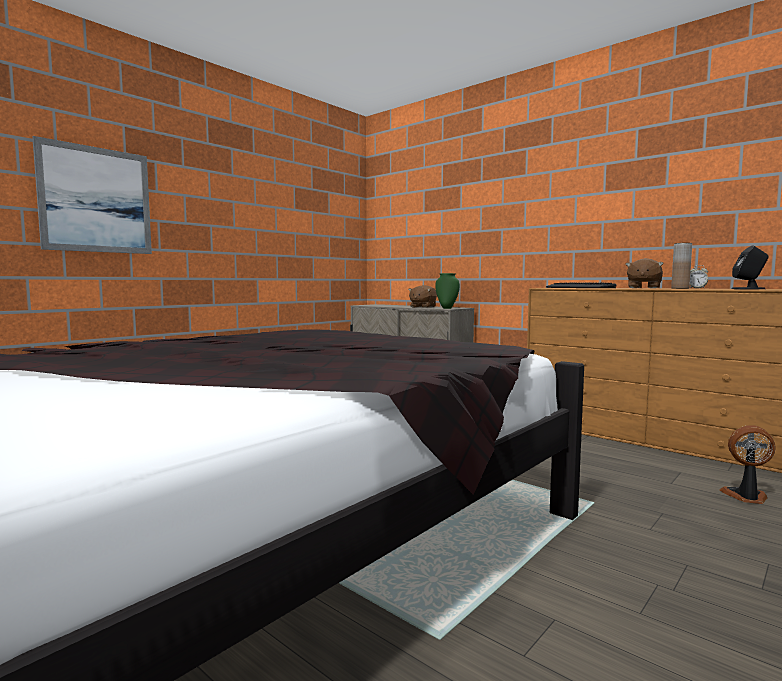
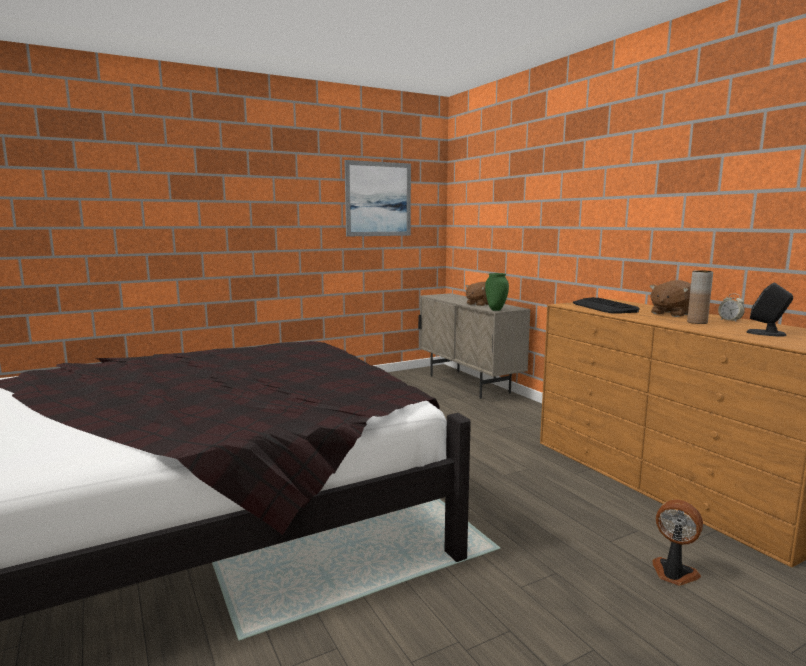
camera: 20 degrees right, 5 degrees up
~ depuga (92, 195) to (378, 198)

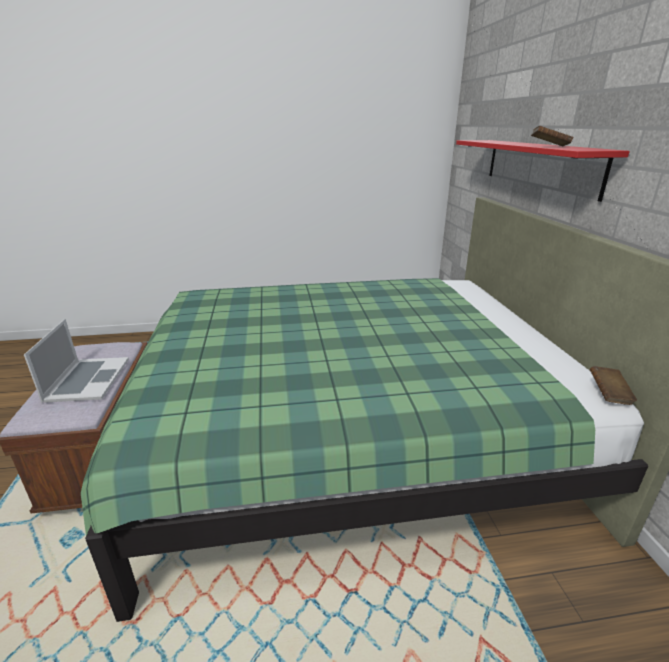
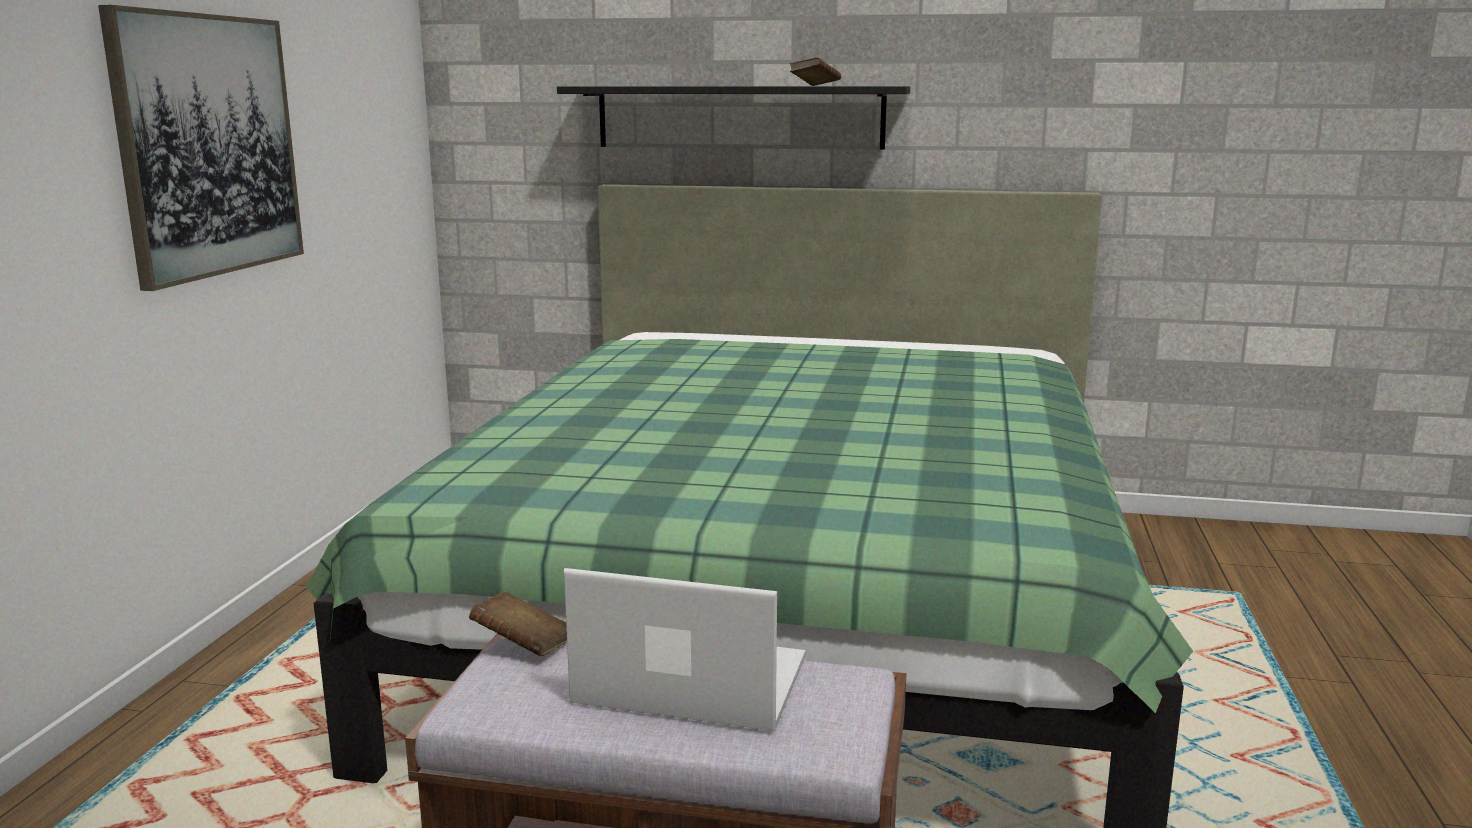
camera: 70 degrees left, 10 degrees down
+ depuga (201, 148)
~ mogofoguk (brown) (613, 385) to (518, 624)
~ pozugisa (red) (543, 171) to pozugisa (black) (733, 118)

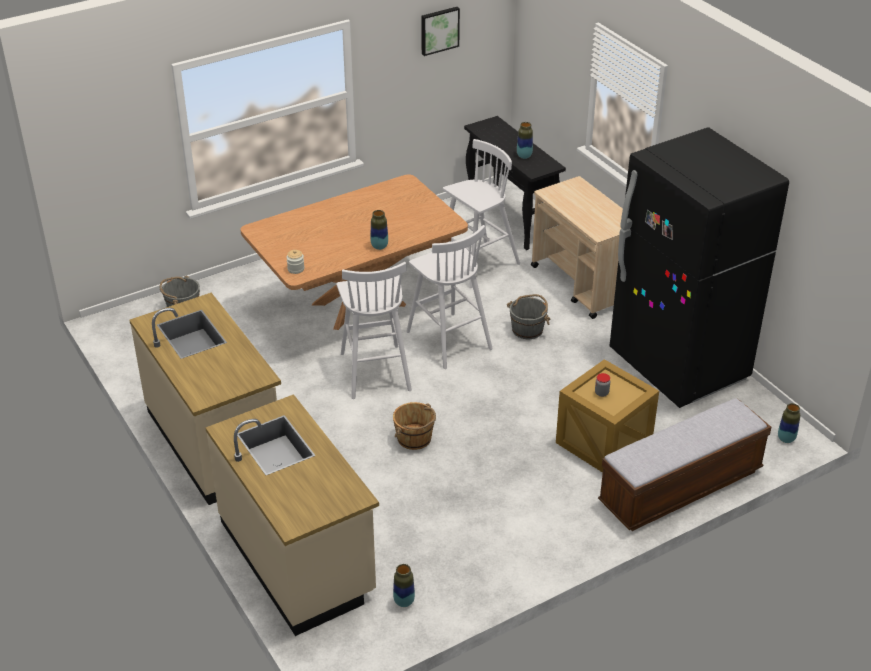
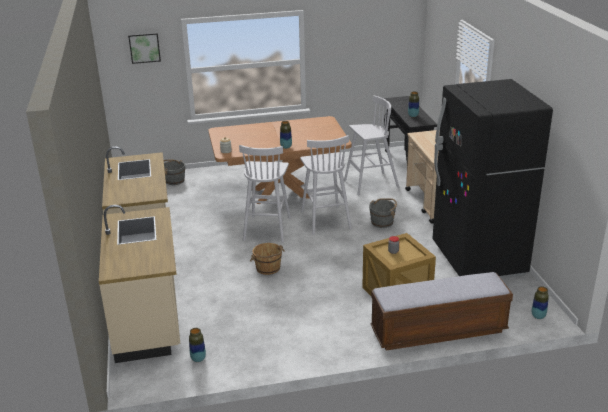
camera: 20 degrees right, 10 degrees down
~ depuga (440, 31) to (144, 48)

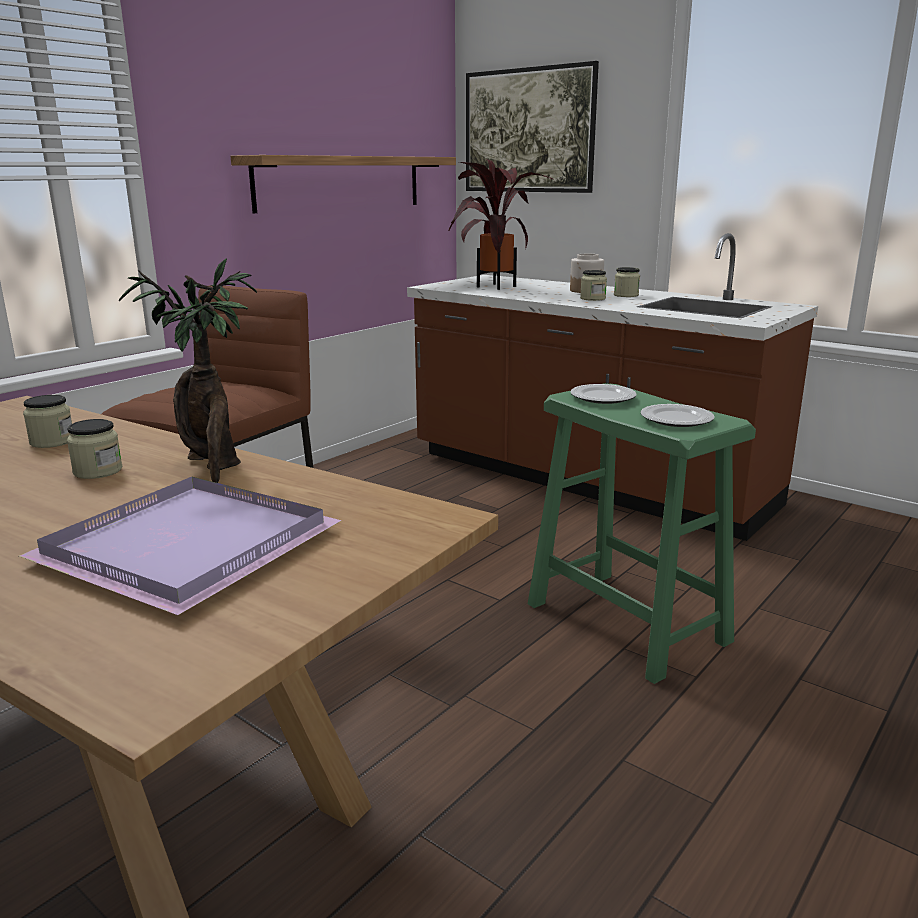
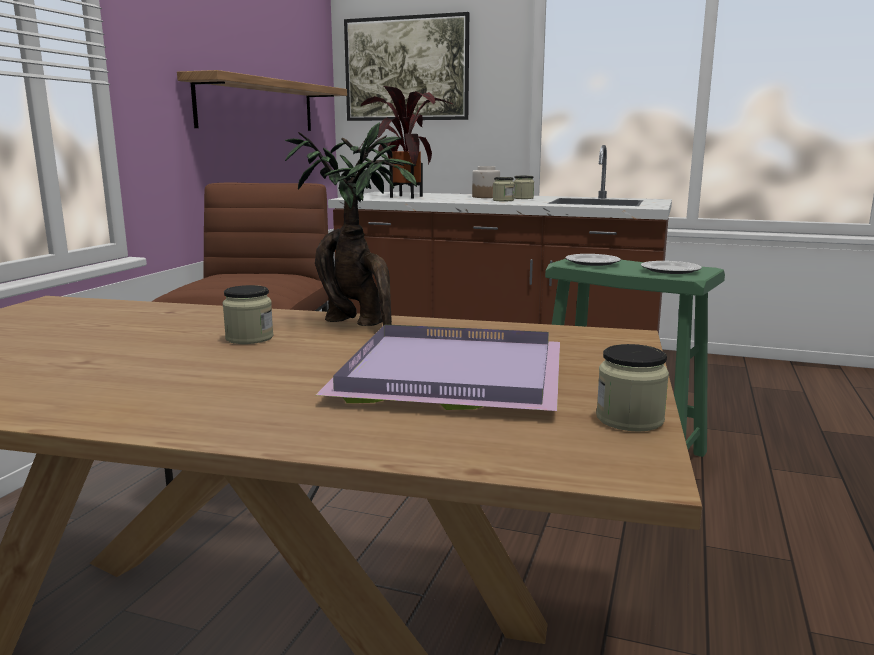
camera: 20 degrees left, 5 degrees down
~ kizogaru (47, 421) to (632, 388)

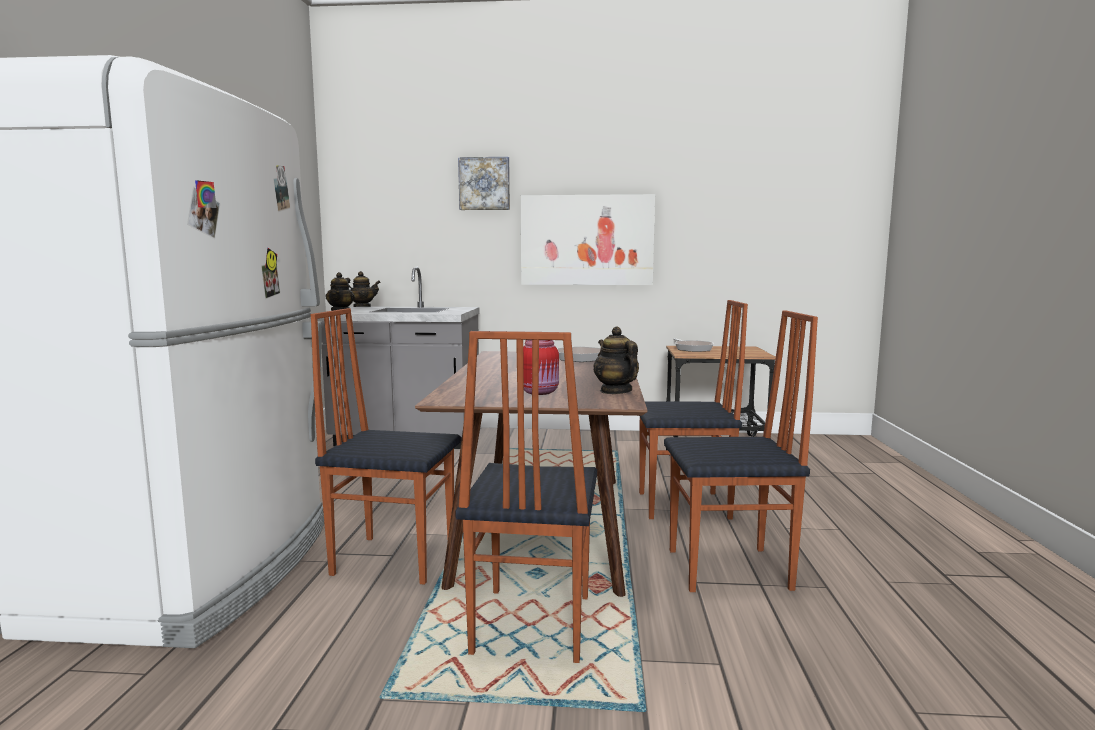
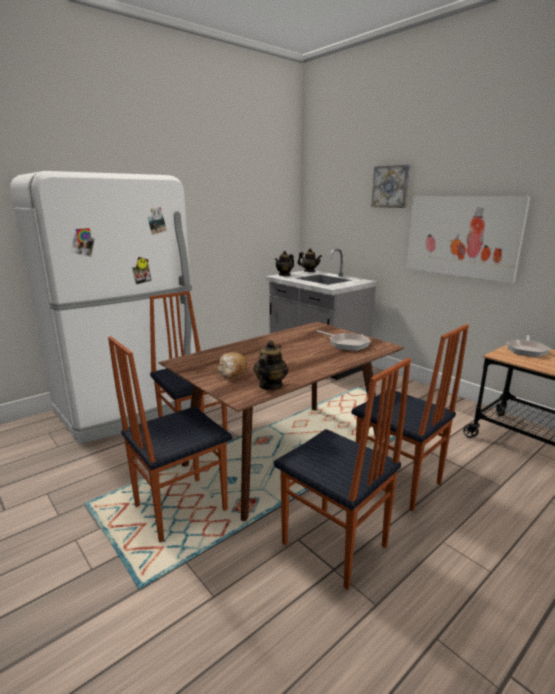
camera: 45 degrees right, 10 degrees up
~ kizogaru (red) (541, 367) to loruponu (232, 365)

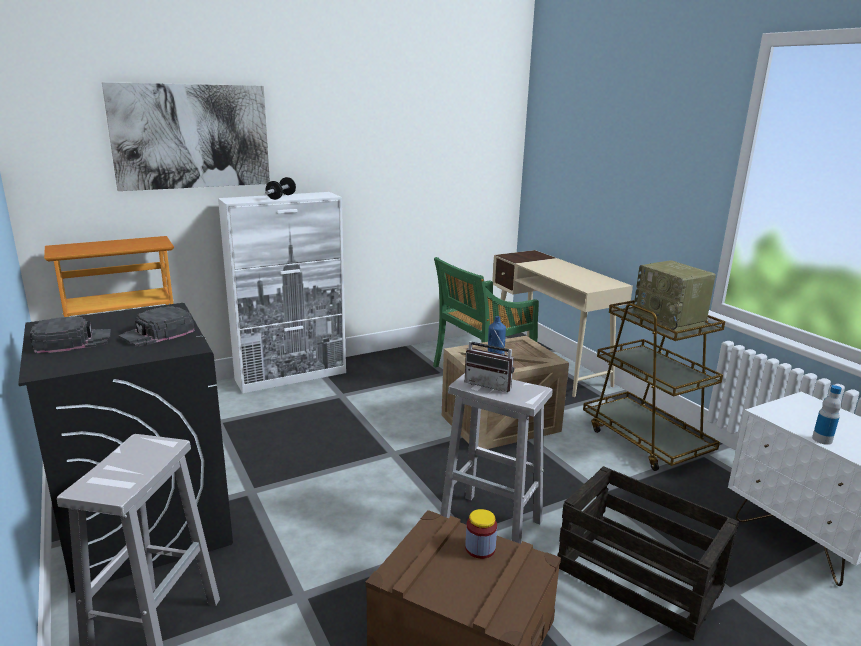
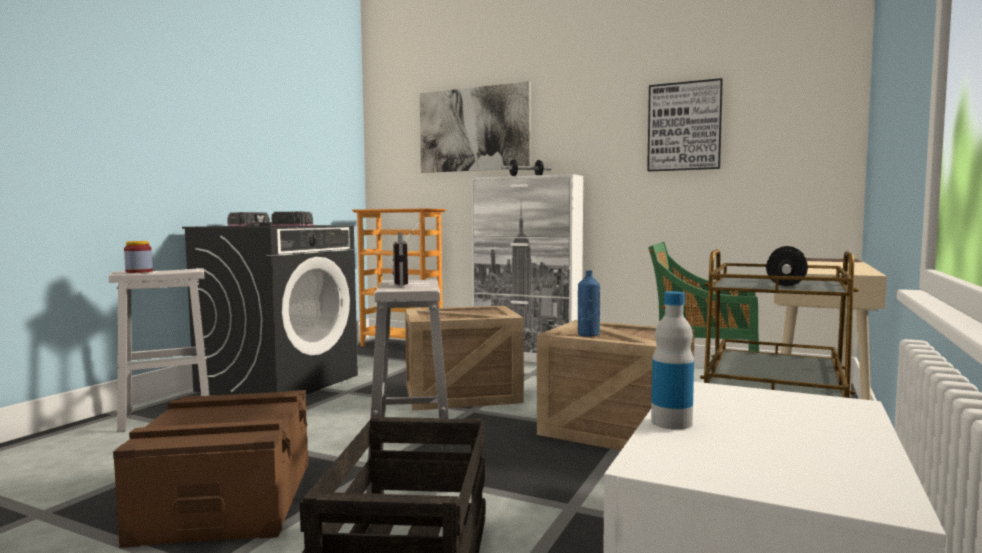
camera: 55 degrees right, 15 degrees down
+ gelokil (464, 358)
+ depuga (685, 124)
~ kizogaru (481, 534) to (138, 257)
~ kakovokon (674, 295) to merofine (787, 266)

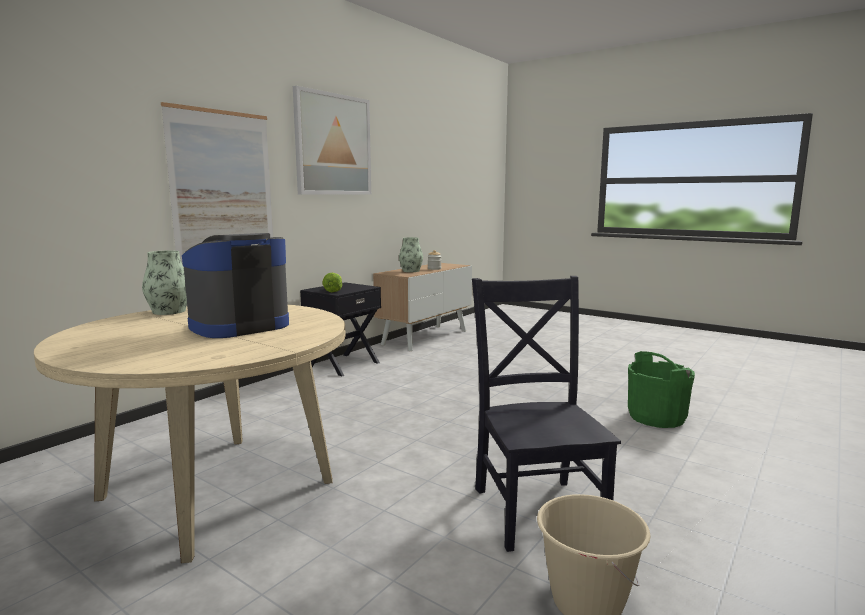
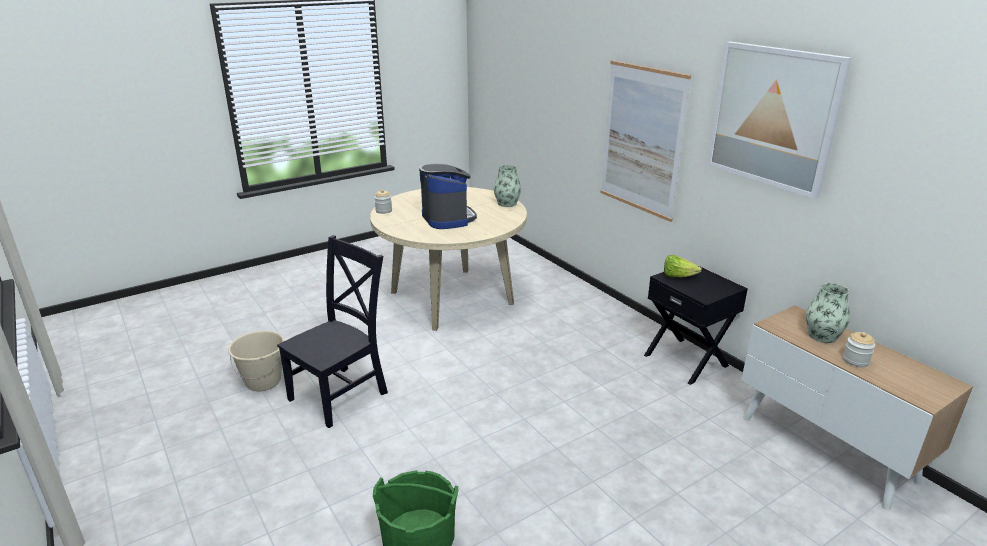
camera: 110 degrees right, 15 degrees up
+ kizogaru (383, 201)
~ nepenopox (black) (546, 414) = (332, 331) 60 degrees counterclockwise

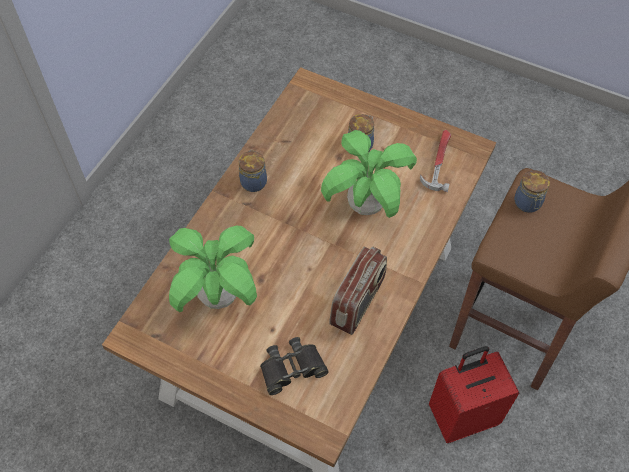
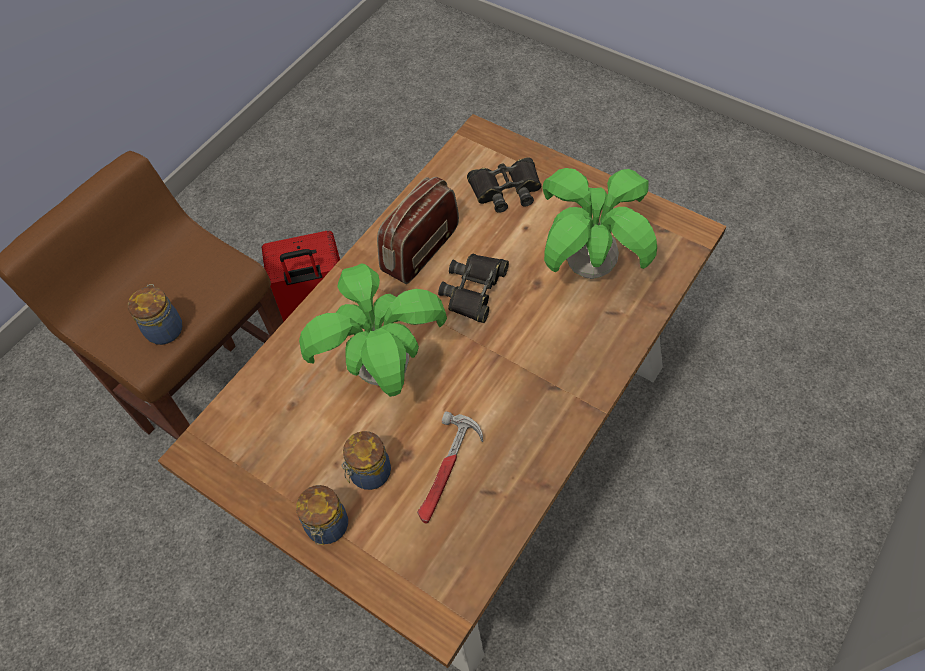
camera: 170 degrees left, 0 degrees up
+ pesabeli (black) (473, 288)
~ kizogaru (253, 171) to (322, 515)
~ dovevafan (435, 161) to (450, 467)

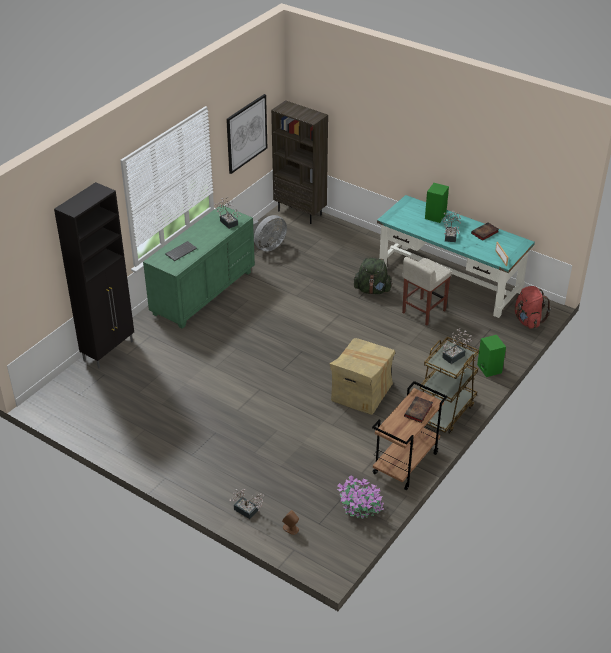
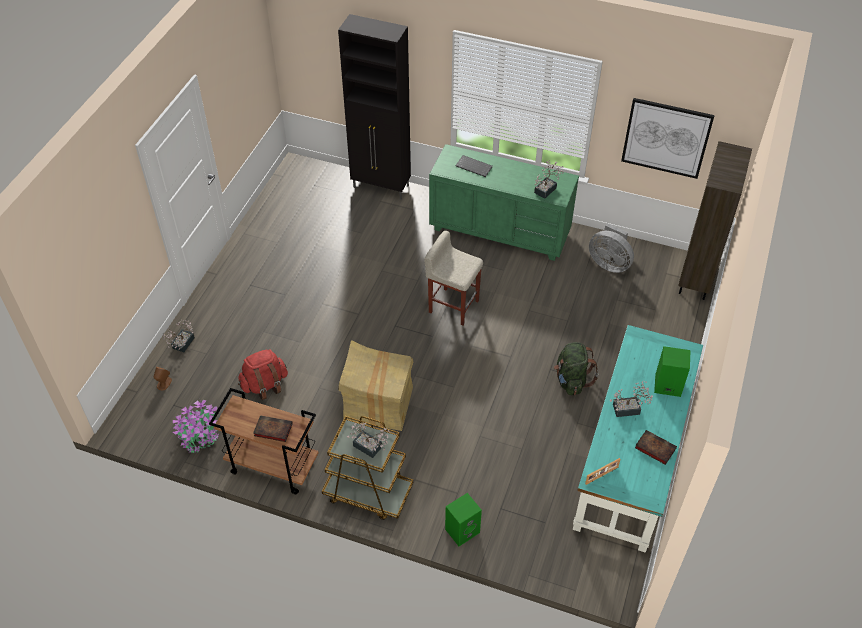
camera: 75 degrees right, 10 degrees up
~ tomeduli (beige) (427, 291) to (453, 278)
~ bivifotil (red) (533, 307) to (263, 374)

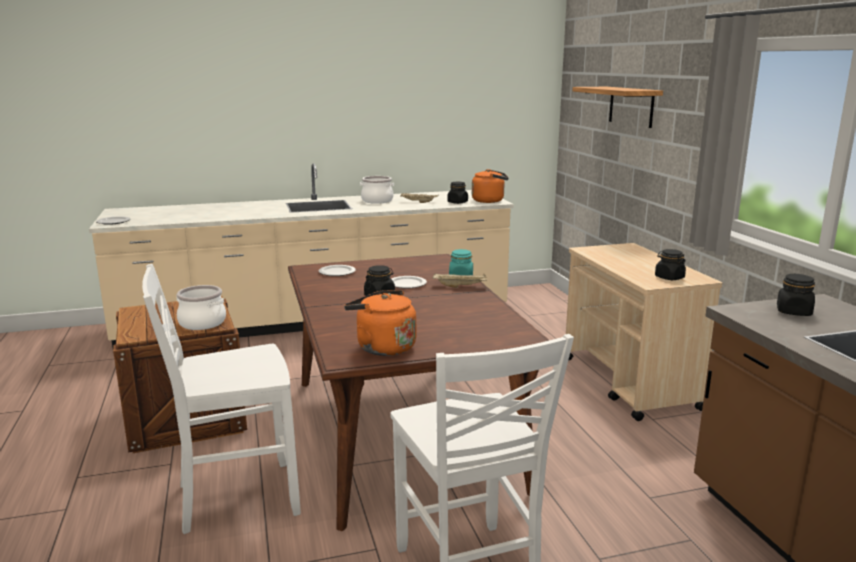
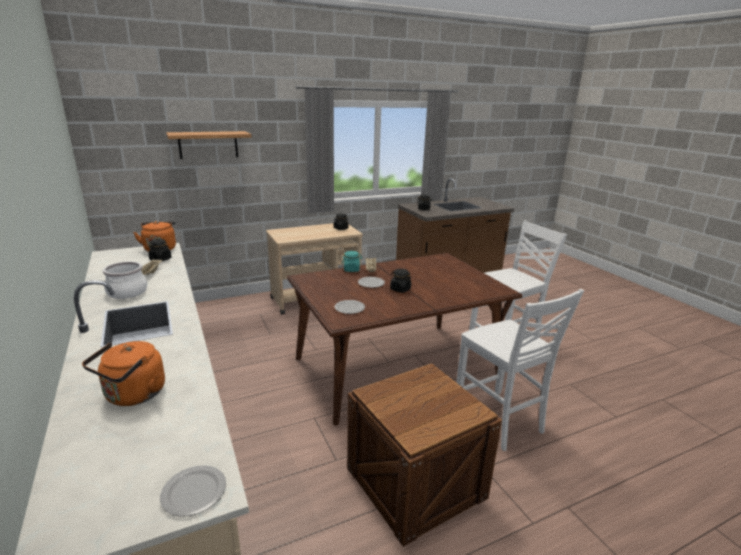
camera: 100 degrees left, 5 degrees up
- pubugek (201, 307)
~ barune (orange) (380, 323) to (123, 373)

